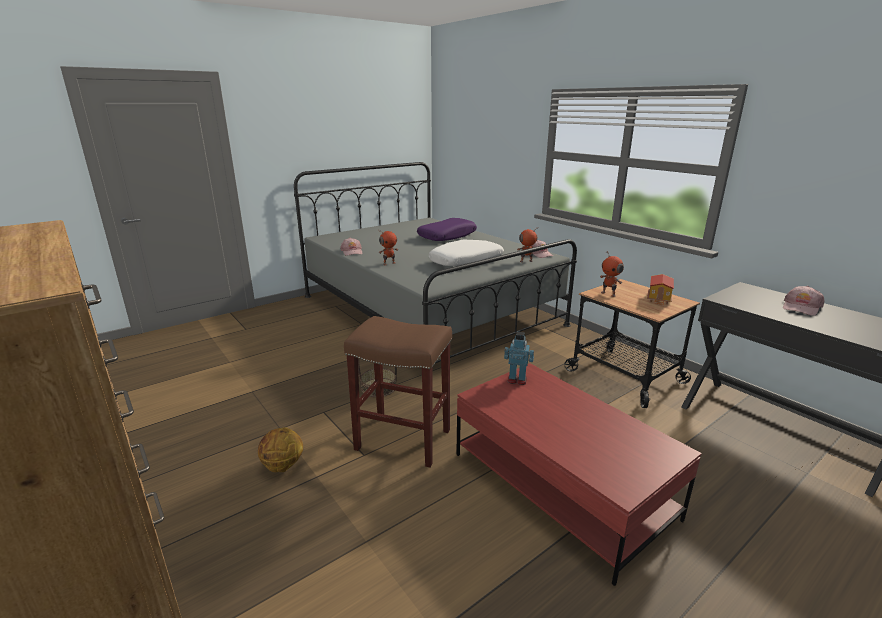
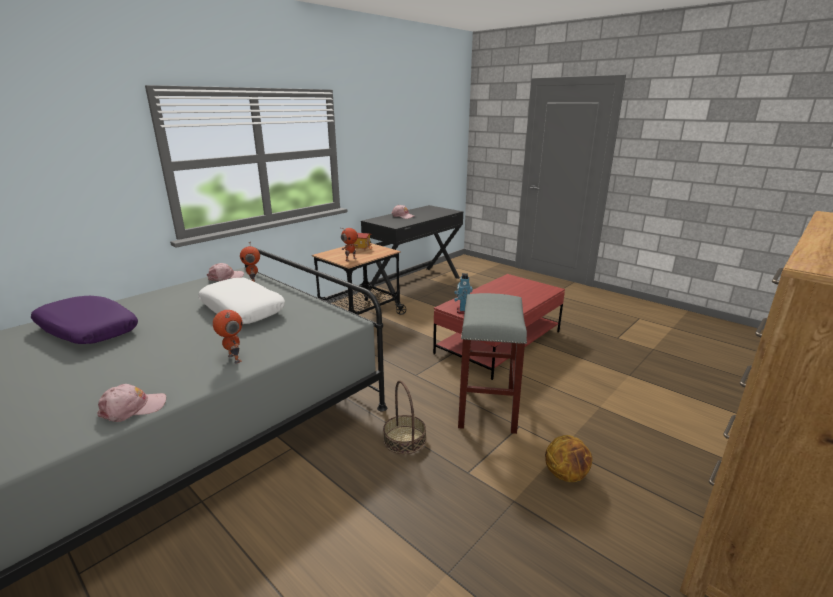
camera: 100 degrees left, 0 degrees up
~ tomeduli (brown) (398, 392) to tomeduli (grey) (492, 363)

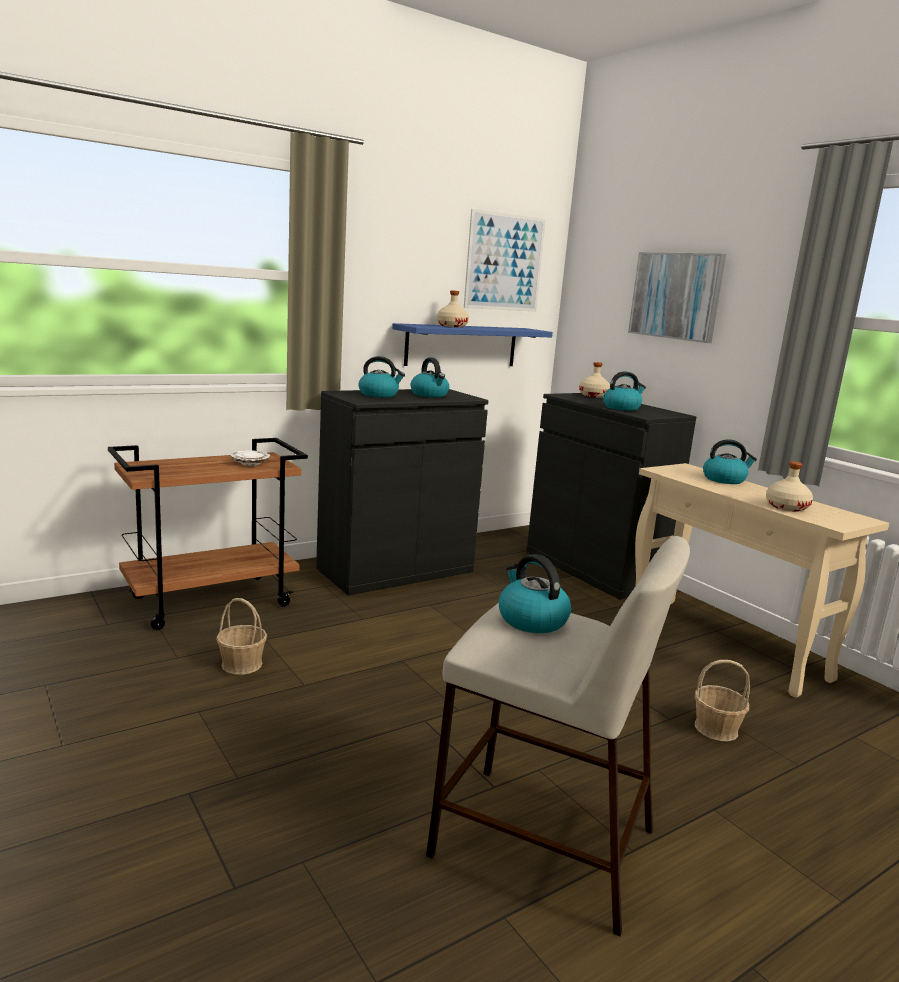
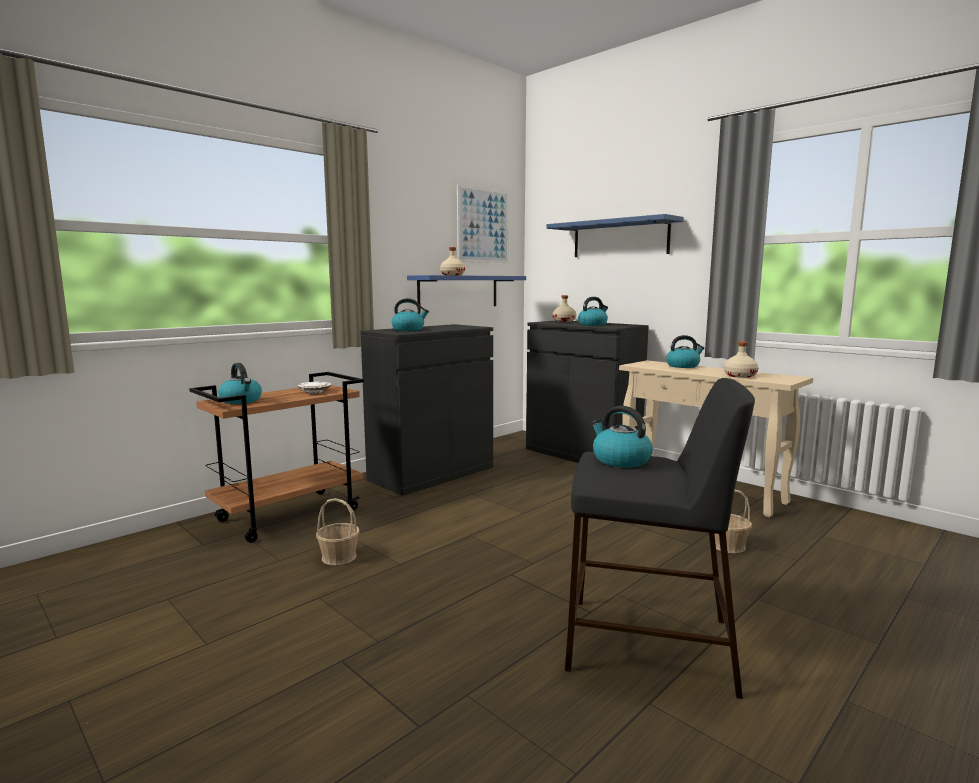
camera: 10 degrees left, 5 degrees down
~ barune (430, 377) to (240, 383)
~ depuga (677, 297) to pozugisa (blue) (615, 235)
~ tomeduli (beige) (558, 736) to tomeduli (black) (660, 538)

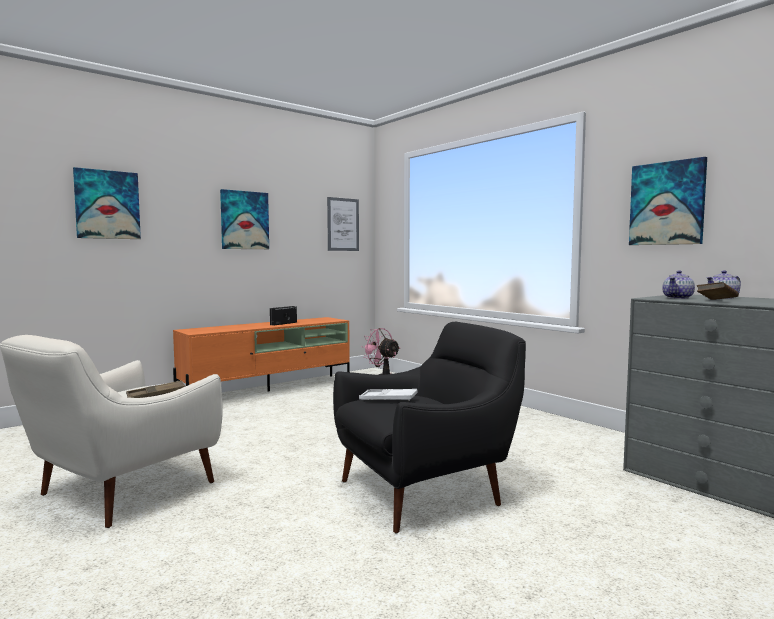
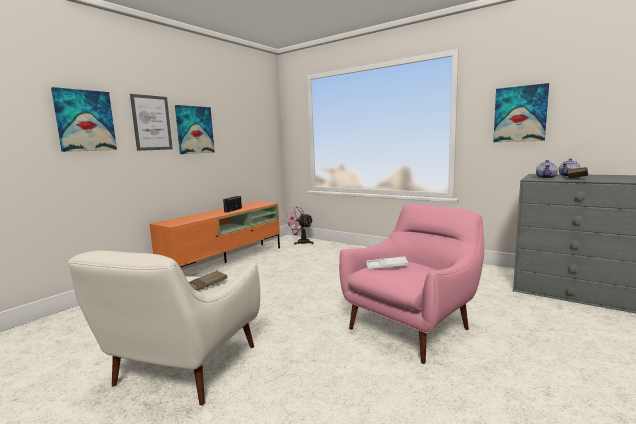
camera: 15 degrees left, 5 degrees up
~ depuga (343, 224) to (151, 122)
~ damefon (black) (429, 428) to damefon (pink) (411, 284)

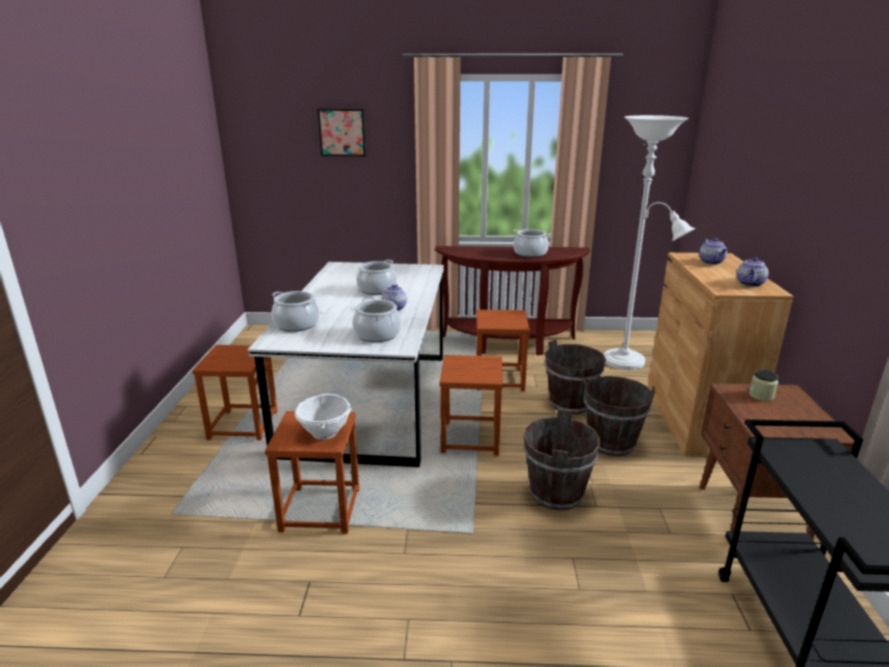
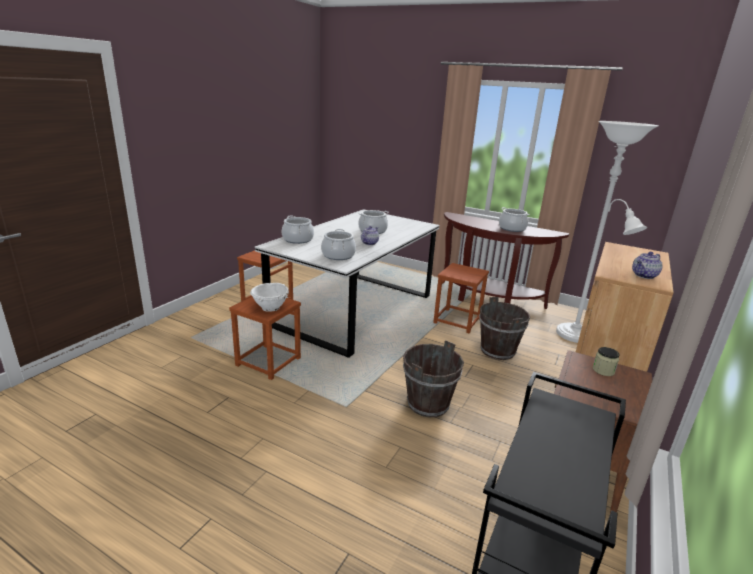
camera: 25 degrees right, 0 degrees up
- depuga (341, 132)
- tomeduli (brown) (471, 405)
- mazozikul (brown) (619, 416)
- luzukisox (713, 251)

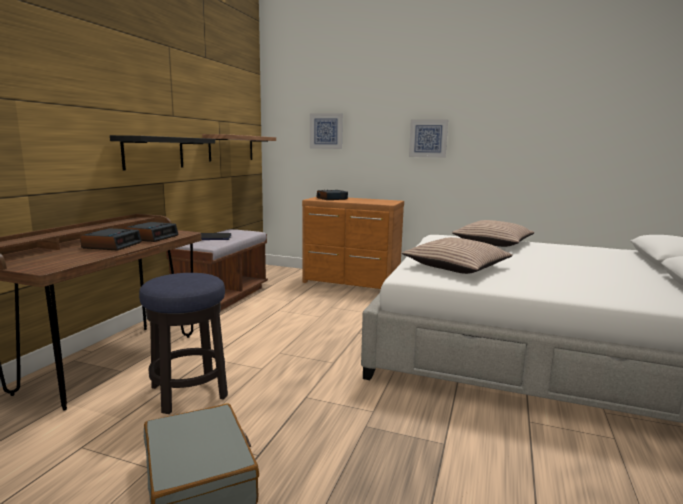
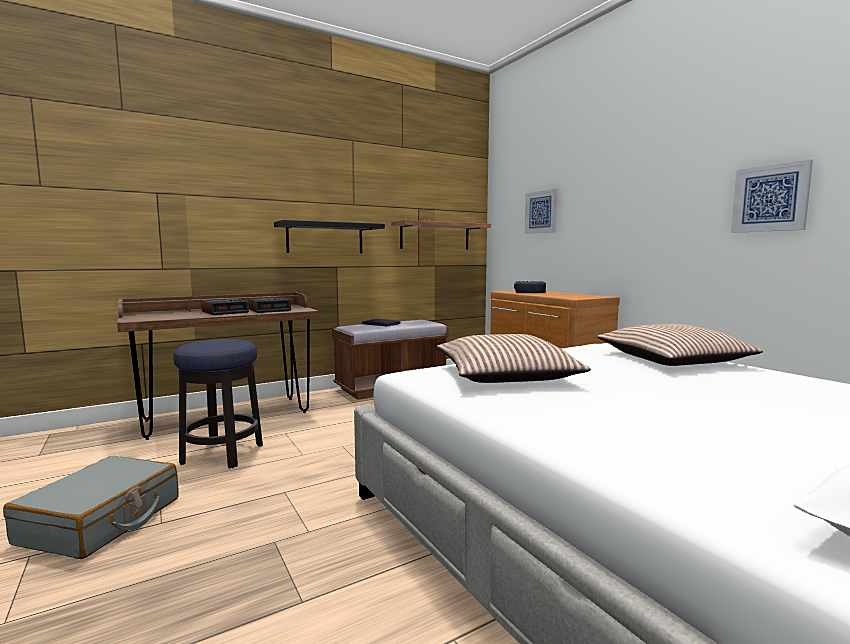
camera: 40 degrees right, 5 degrees down
~ depuga (428, 139) to (772, 196)

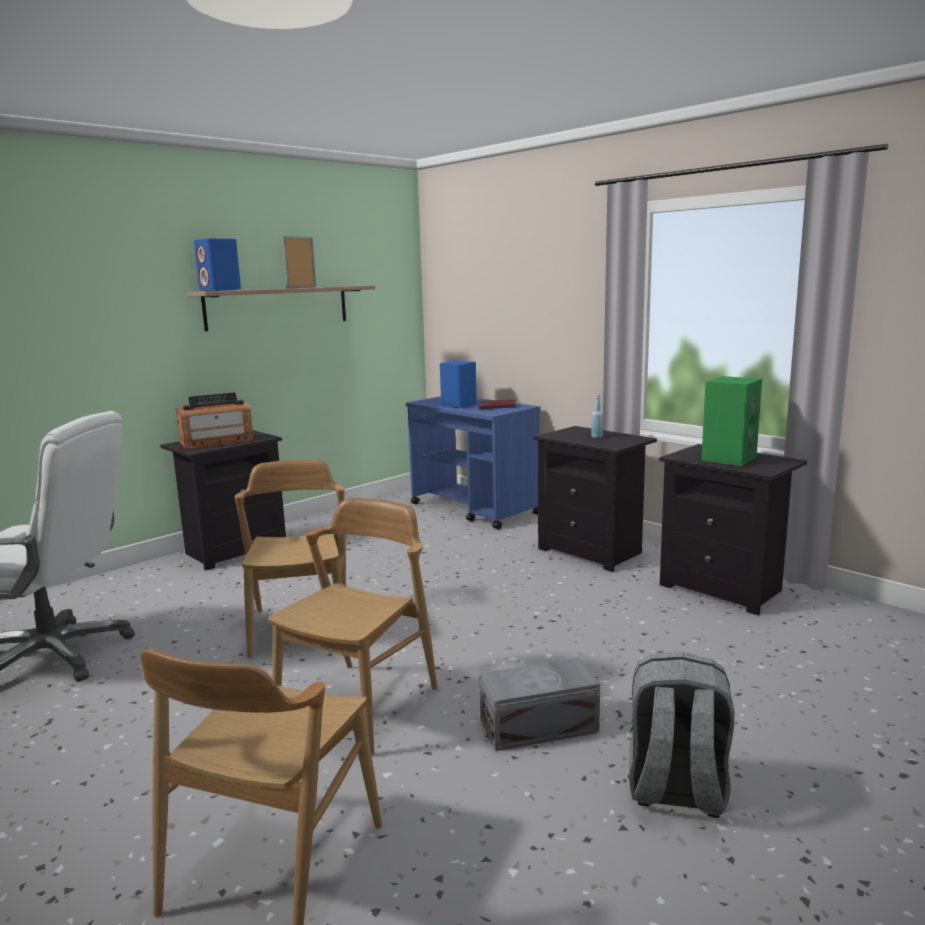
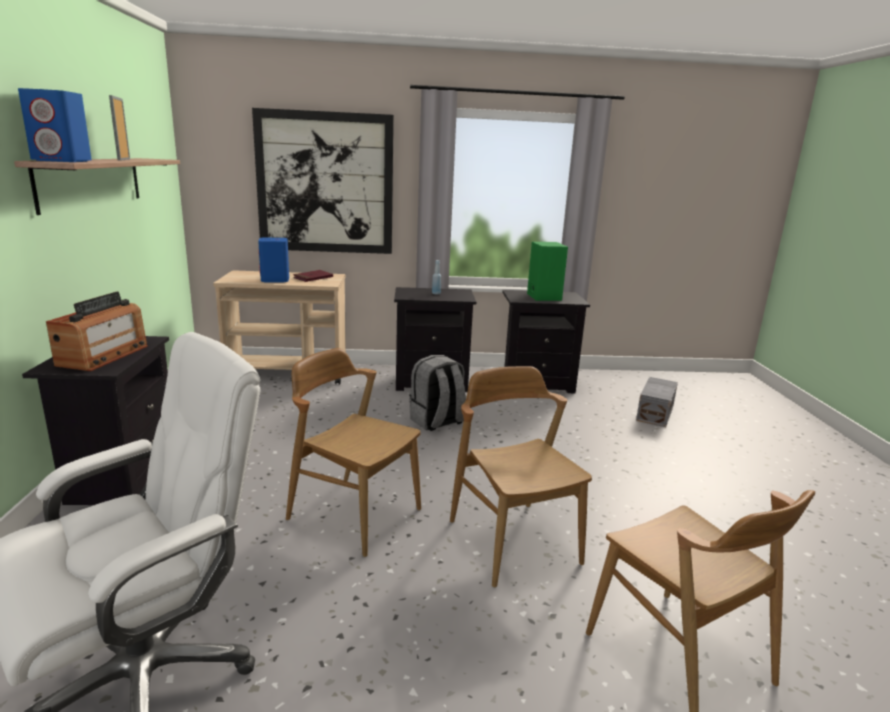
camera: 50 degrees left, 5 degrees up
+ depuga (323, 181)
~ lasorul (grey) (539, 704) to (657, 402)
~ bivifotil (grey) (681, 735) to (437, 393)
~ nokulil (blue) (473, 463) to nokulil (beige) (279, 327)

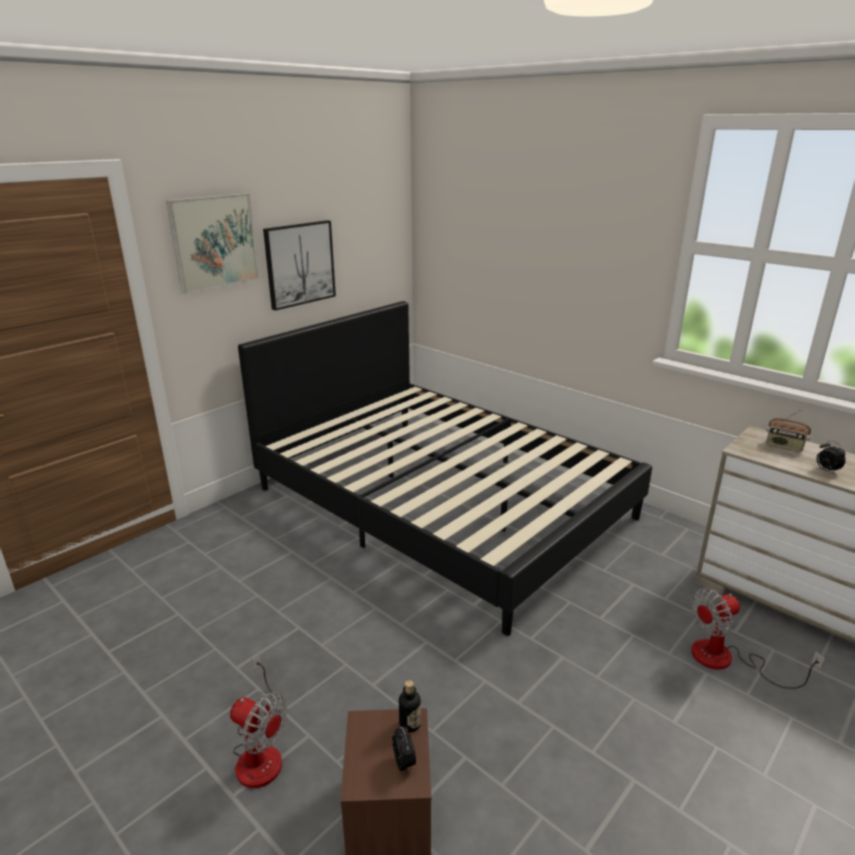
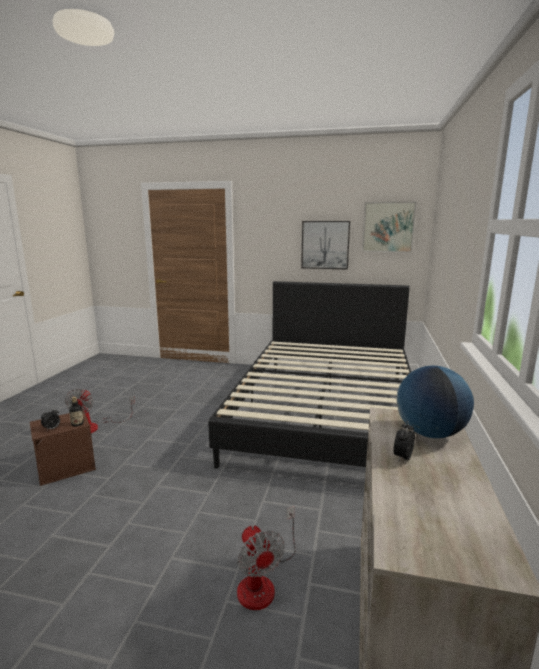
camera: 60 degrees right, 10 degrees down
~ depuga (212, 243) to (389, 227)
~ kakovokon (788, 431) to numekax (435, 401)
~ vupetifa (758, 638) = (266, 558) 150 degrees counterclockwise

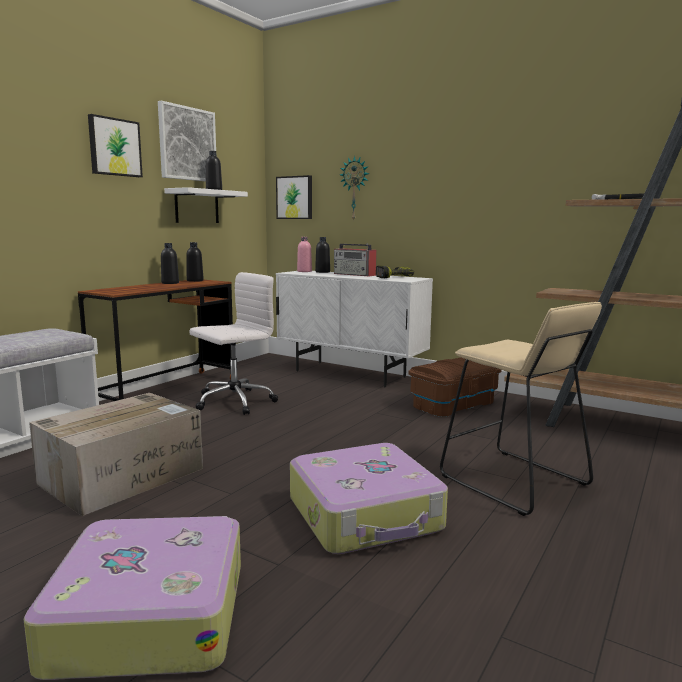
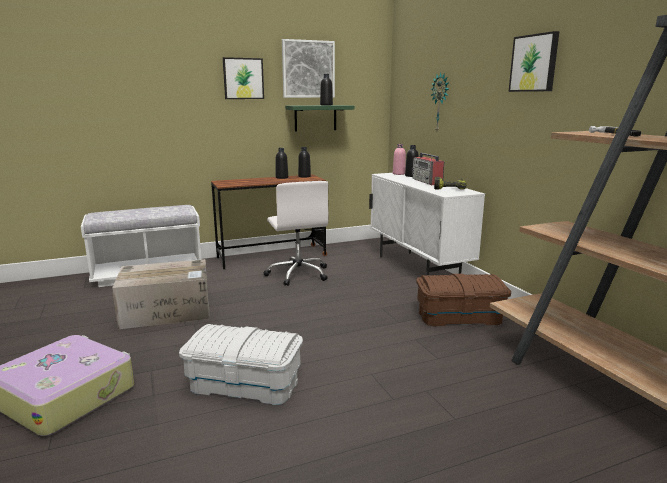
camera: 35 degrees right, 5 degrees up
- tomeduli (beige) (521, 409)
~ depuga (294, 197) to (534, 61)
~ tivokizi (369, 498) to lasorul (white) (241, 364)
~ pozugisa (white) (206, 205) to pozugisa (green) (320, 118)
~ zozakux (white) (233, 343) = (296, 233) 75 degrees clockwise

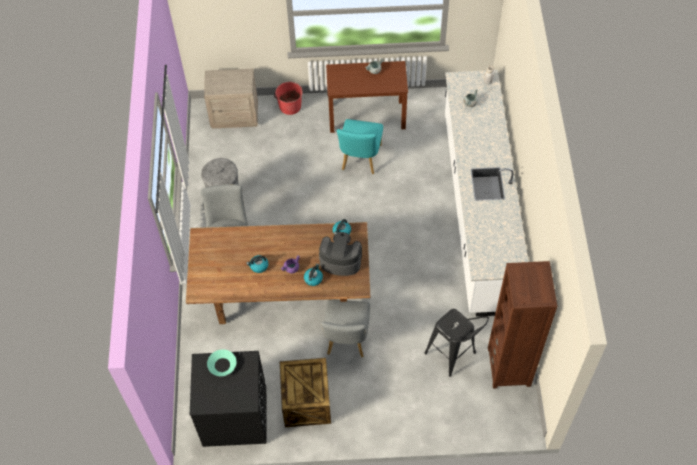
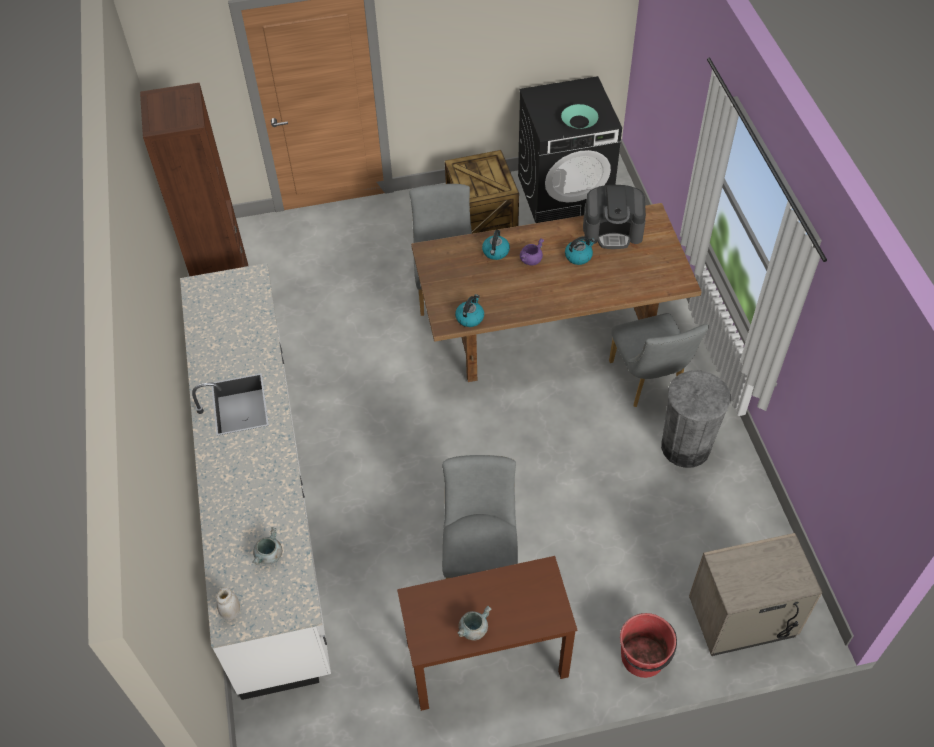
camera: 170 degrees right, 5 degrees down
- tomeduli (black) (457, 343)
~ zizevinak (340, 254) to (614, 217)
~ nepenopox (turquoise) (360, 146) to nepenopox (grey) (480, 517)

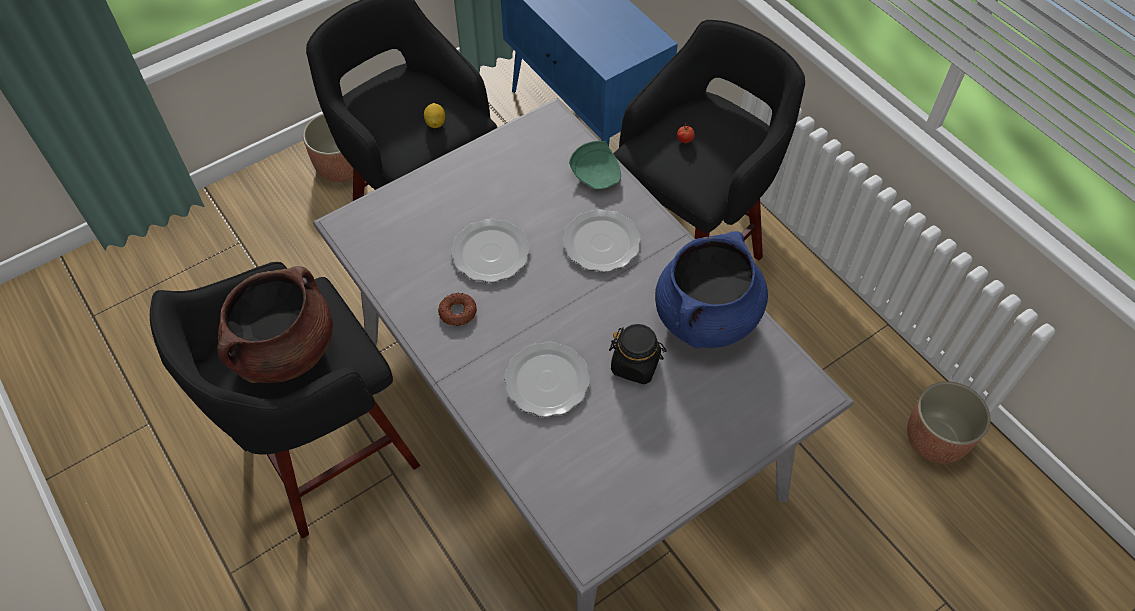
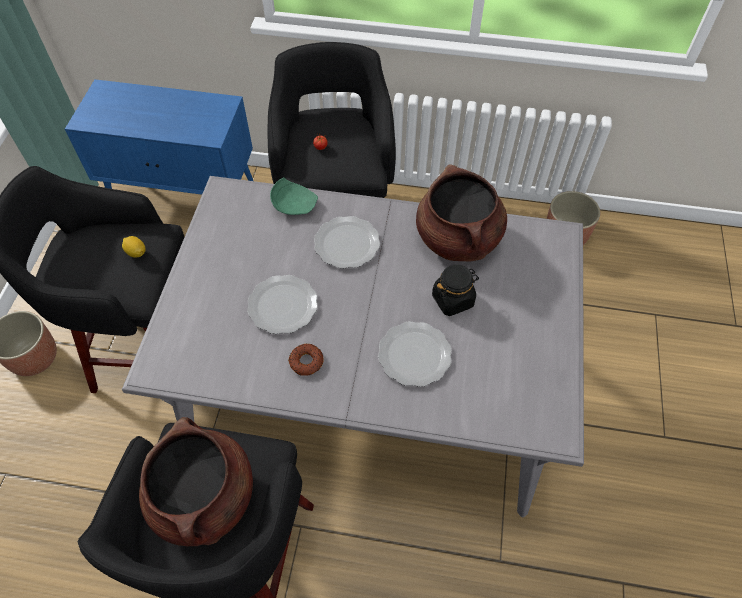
camera: 45 degrees left, 0 degrees up
~ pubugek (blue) (711, 289) to pubugek (brown) (461, 213)

